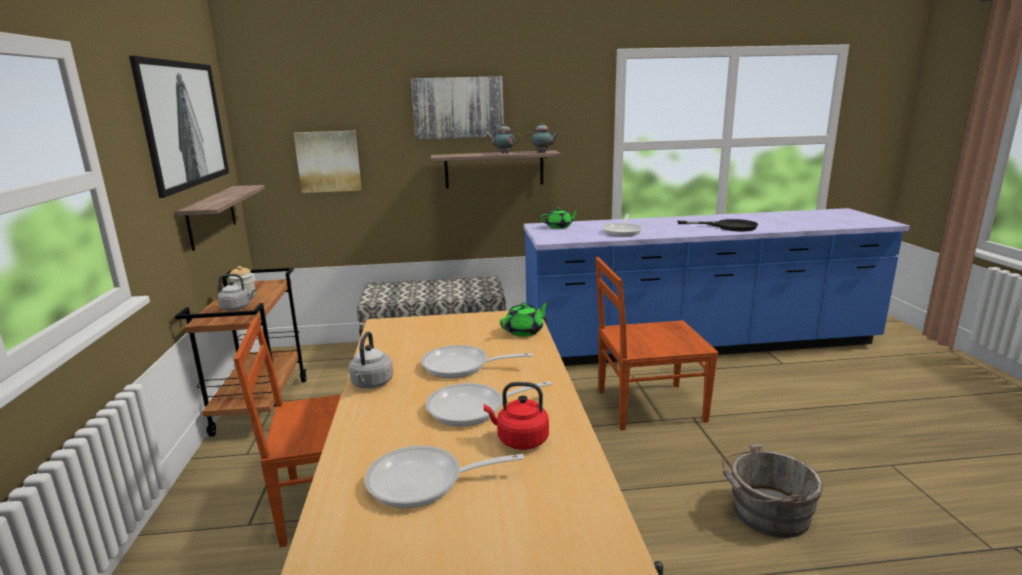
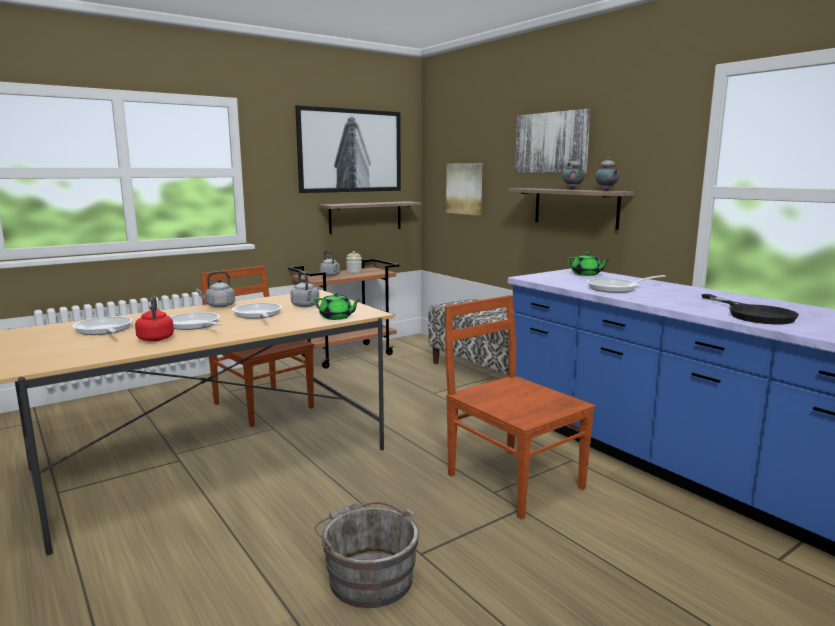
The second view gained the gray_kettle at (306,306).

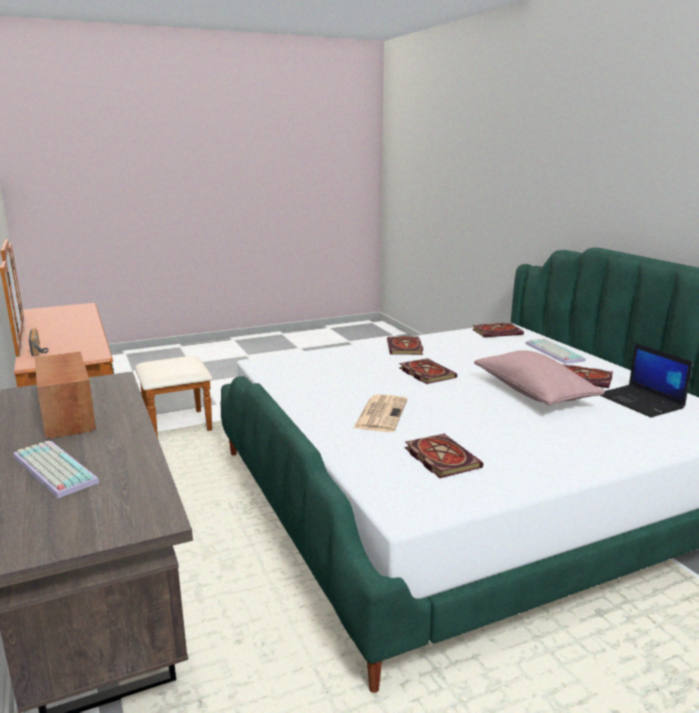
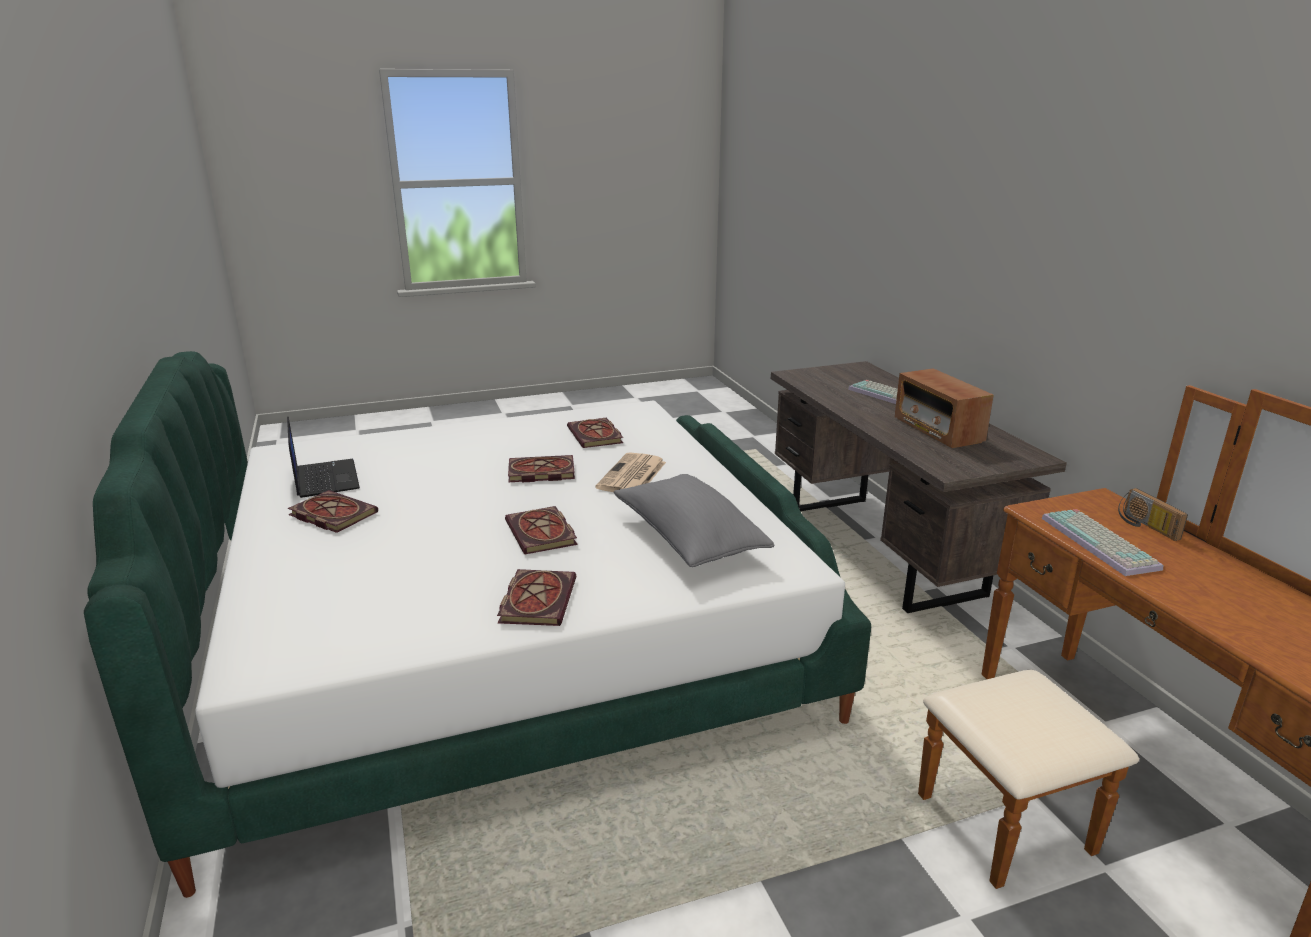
The bound_book ended up elsewhere, having gone from (498,332) to (539,472). The second view lost the pink-coloured_cushion at (533,393). The keyboard ended up elsewhere, having gone from (552,352) to (1101,543). The second view gained the gray_cushion at (688,539).

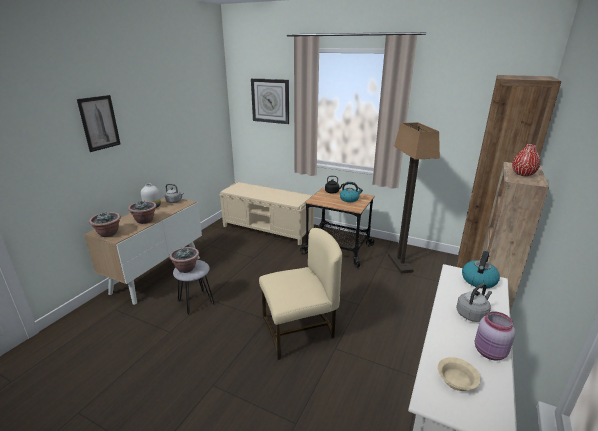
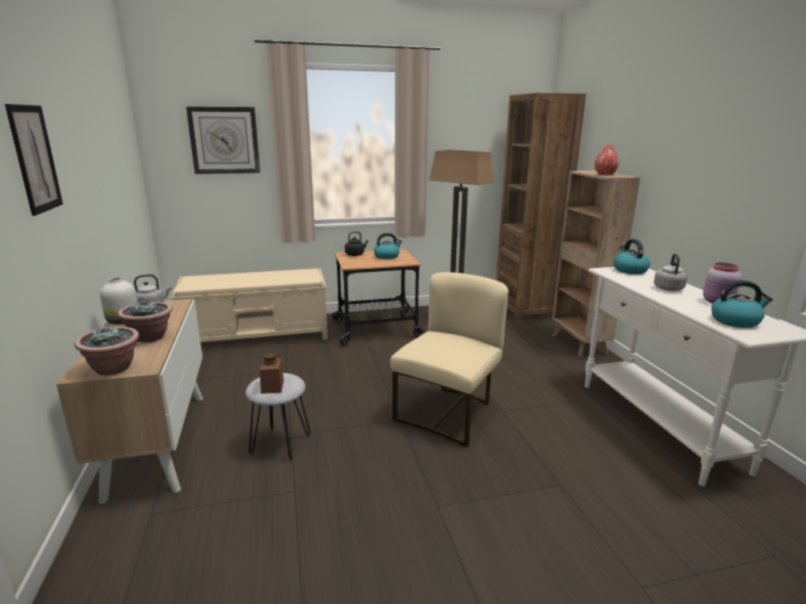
Where the potted_plant stood at (186,268), the brown-coloured_preserve_jar came to stand at (272,386). Where the sand-coloured_bowl stood at (456,380), the kettle came to stand at (735,321).

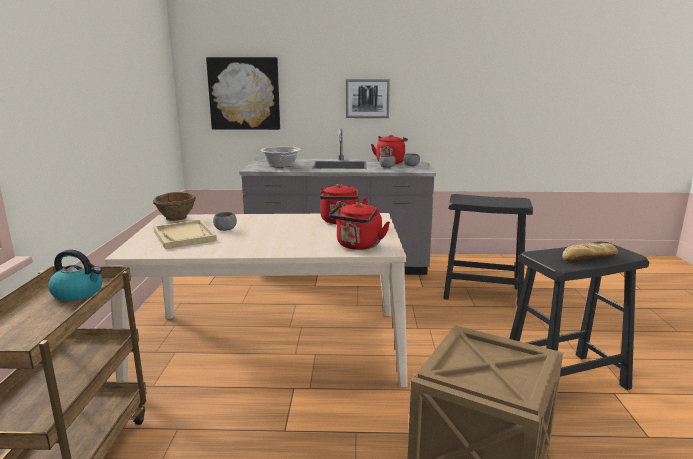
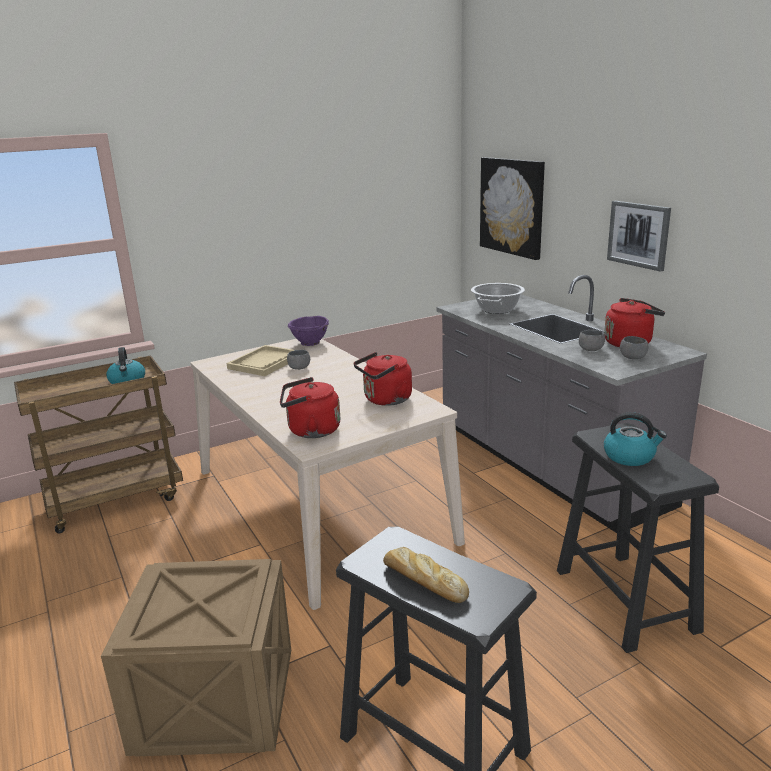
What was the brown-coloured_bowl at (176,218) turned into the purplish_bowl at (310,343). The second view gained the kettle at (630,456).

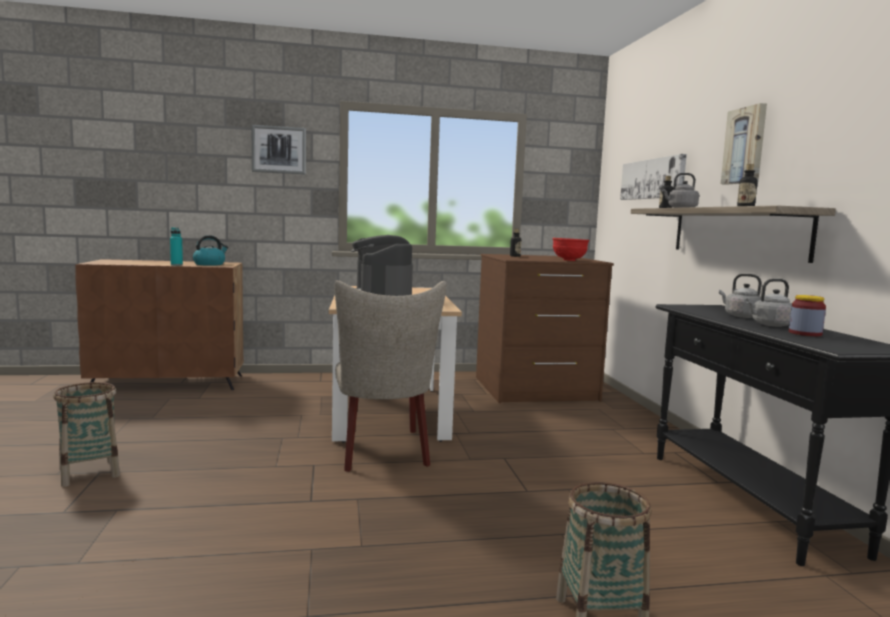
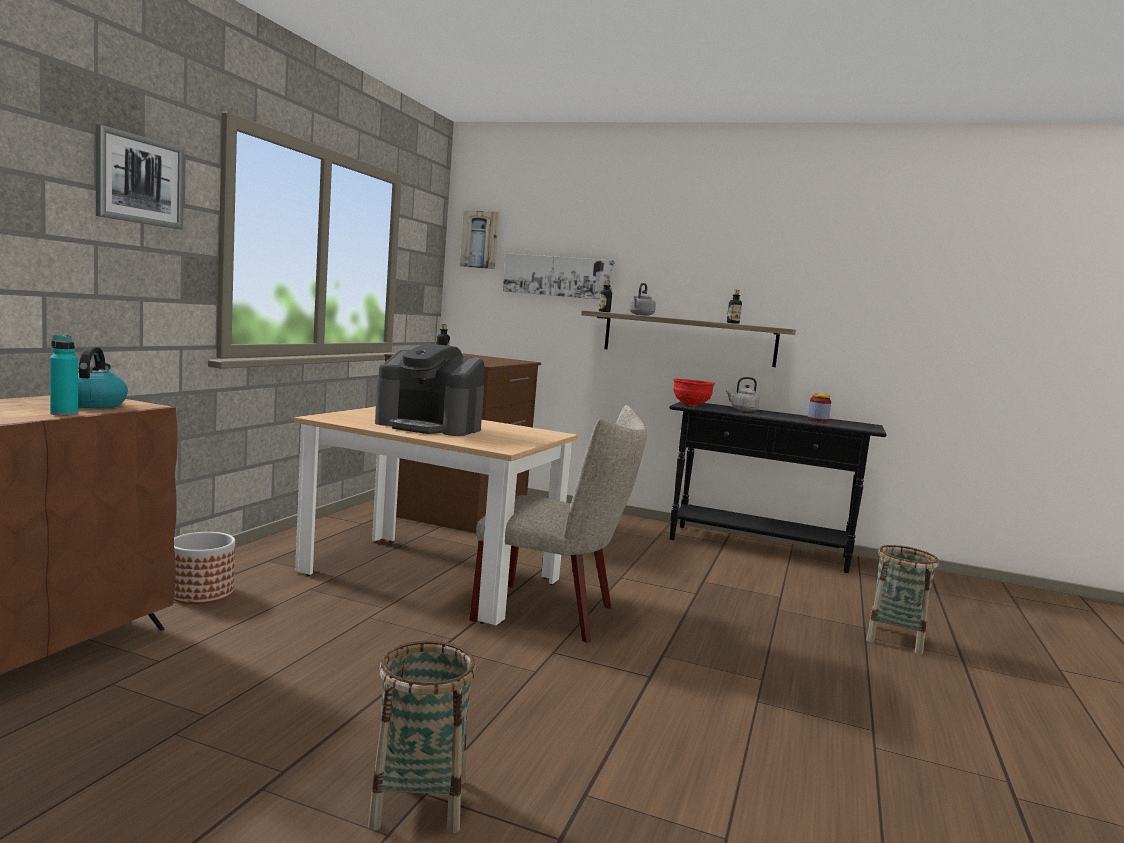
The red_bowl ended up elsewhere, having gone from (569,260) to (691,405). The picture ended up elsewhere, having gone from (745,146) to (480,240). The second view lost the gray_kettle at (770,325). The second view gained the planter at (202,593).

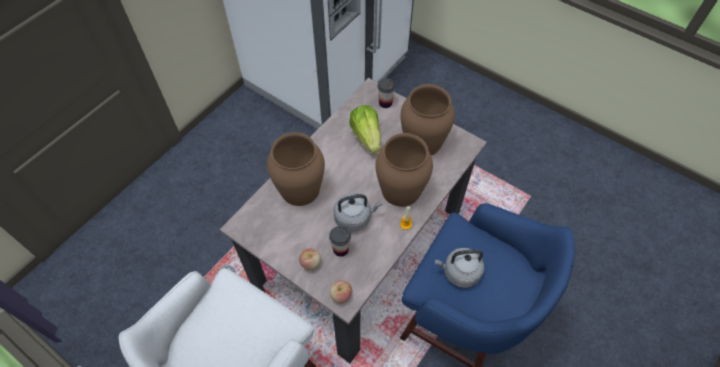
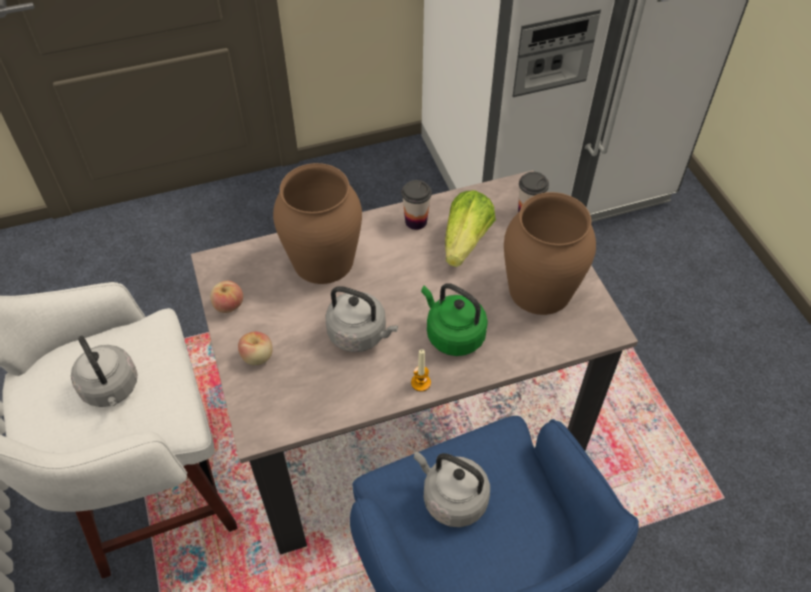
The small_cup ended up elsewhere, having gone from (340,249) to (416,221). The whole_apple ended up elsewhere, having gone from (340,295) to (228,305). Where the brown-coloured_vase stood at (400,190), the greenish_kettle came to stand at (452,334). The second view gained the gray_kettle at (111,389).

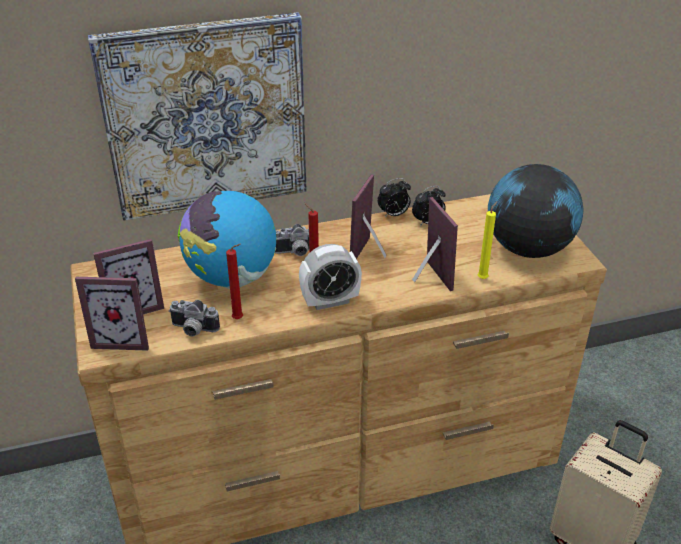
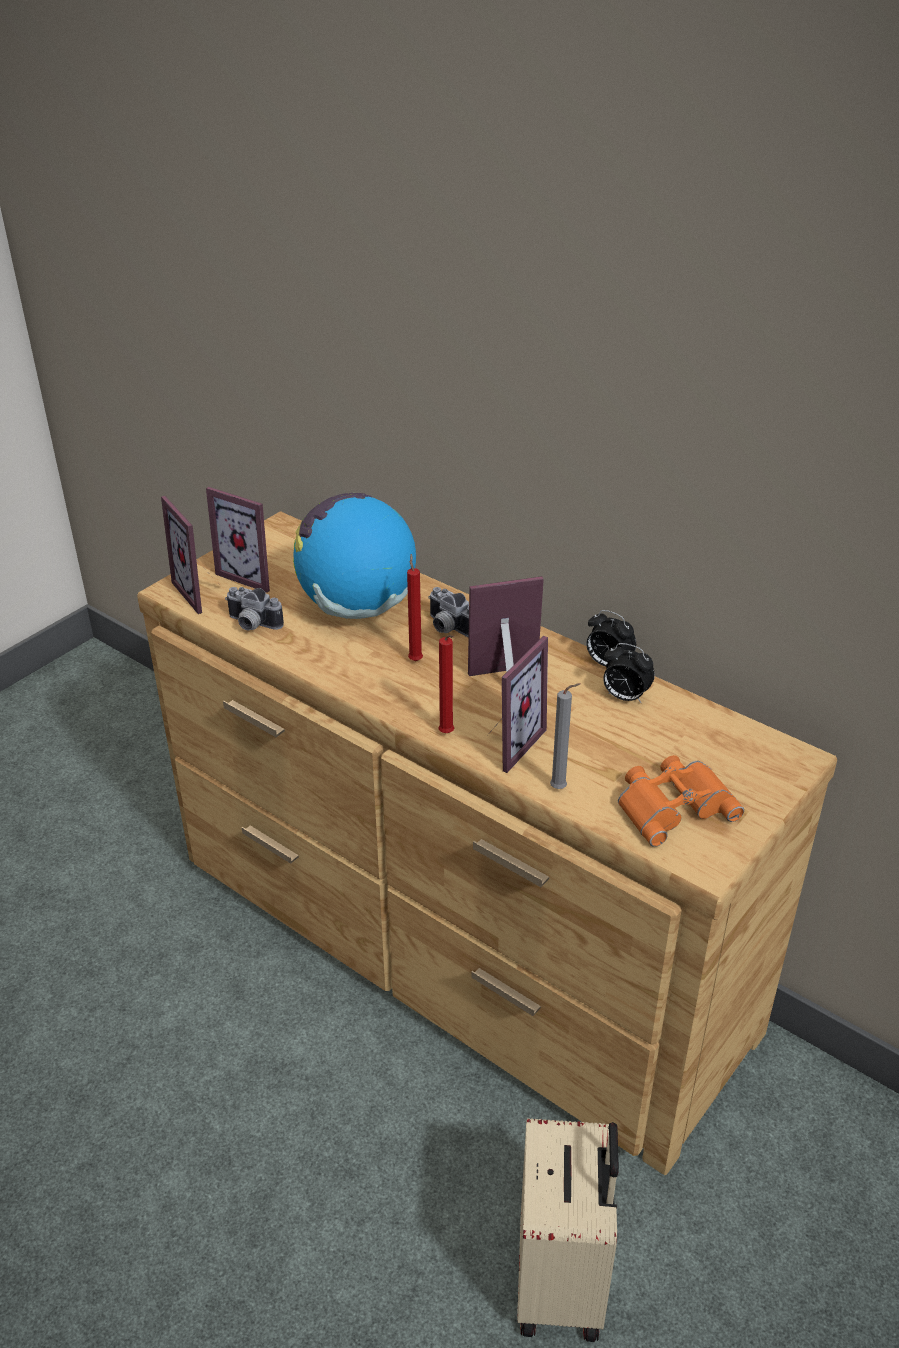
The second view lost the picture at (206,118). The photo_camera at (193,330) ended up facing another way, 45 degrees counterclockwise from before. The red_candle ended up elsewhere, having gone from (239,319) to (447,734). The second view lost the alarm_clock at (330,301). What was the yellow_candle at (483,278) turned into the gray_candle at (561,789). Where the desk_globe stood at (528,248), the orangey_pair_of_binoculars came to stand at (673,804).

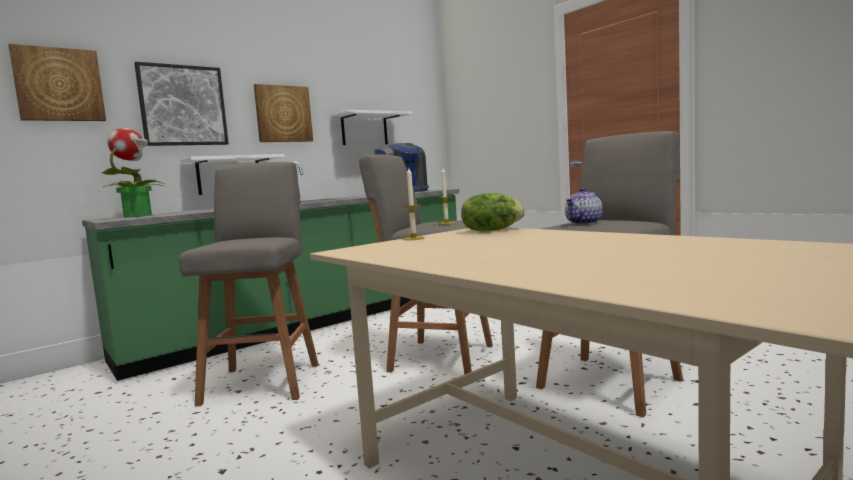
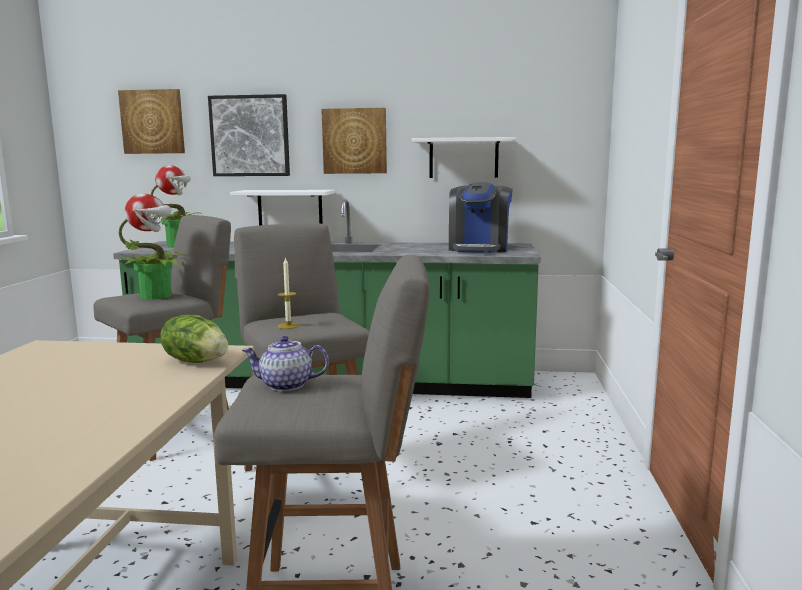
The second view lost the candle at (413,238). The second view gained the potted_plant at (157,296).

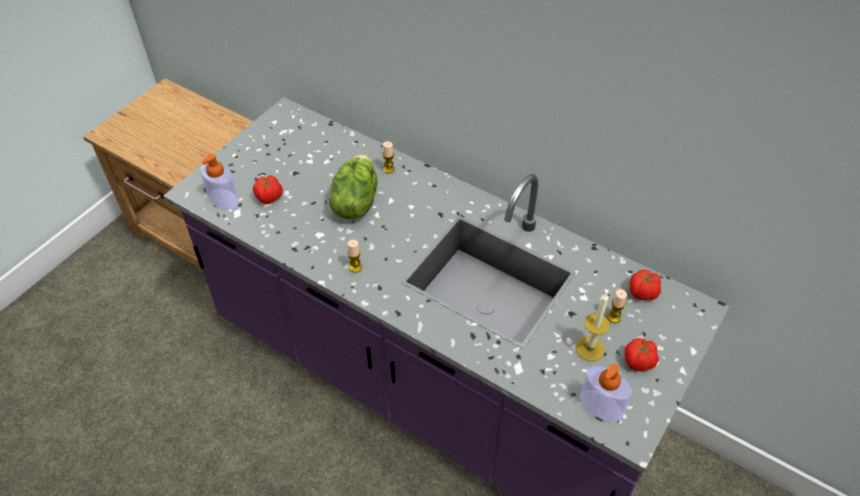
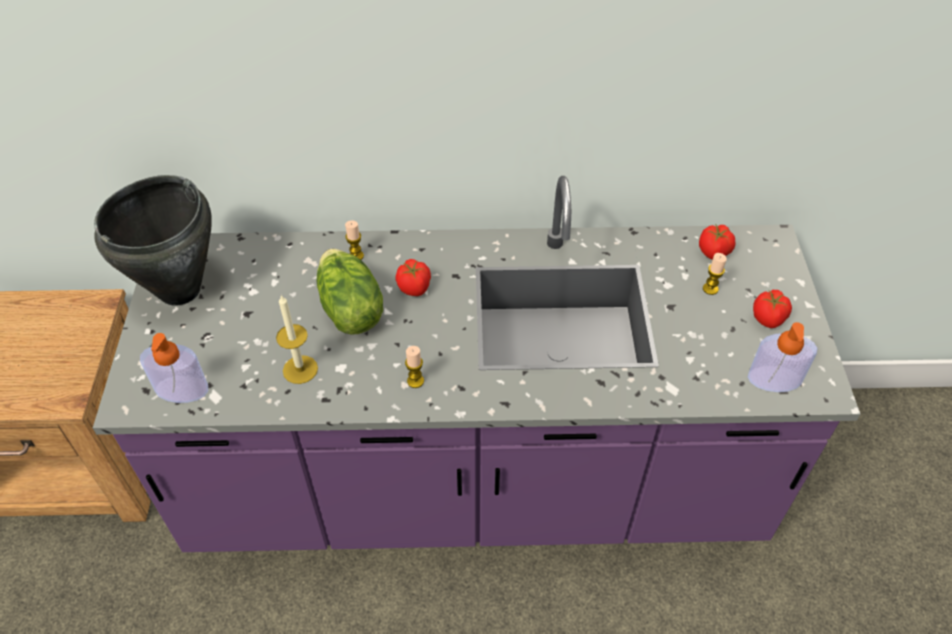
The tomato ended up elsewhere, having gone from (270,197) to (414,287). The candle ended up elsewhere, having gone from (590,348) to (300,369). The second view gained the black_saucepot at (181,290).

